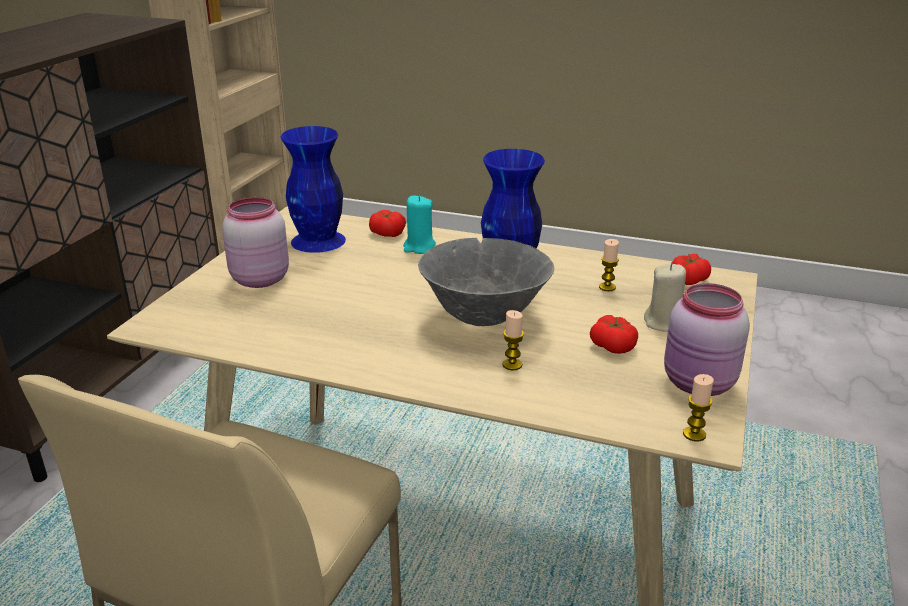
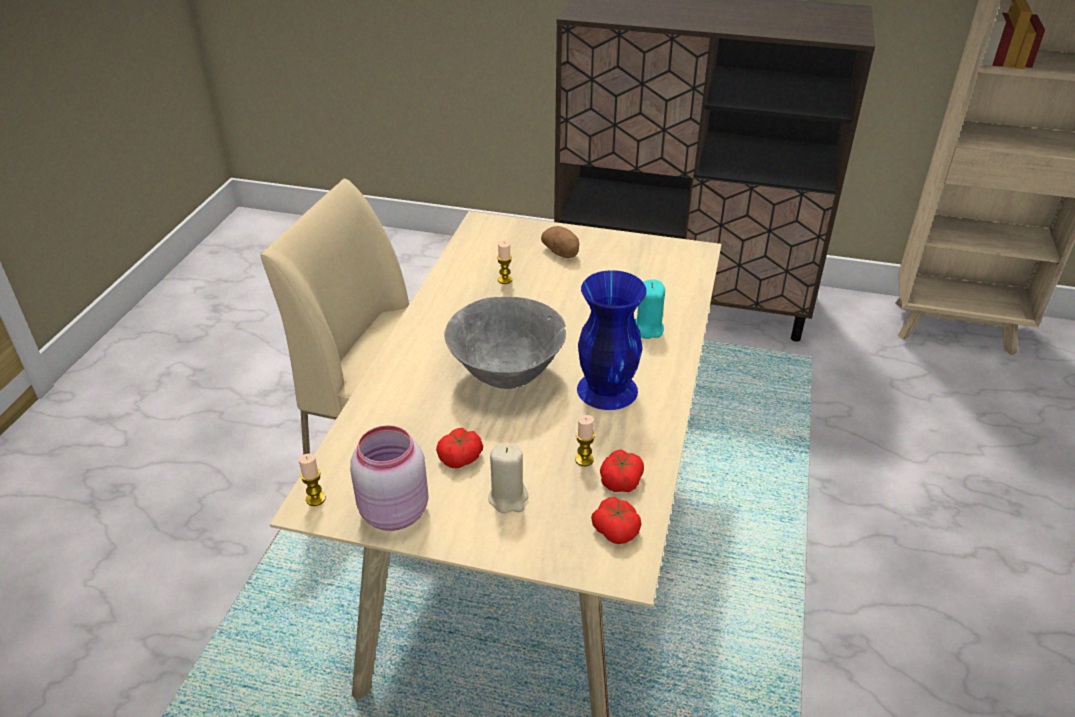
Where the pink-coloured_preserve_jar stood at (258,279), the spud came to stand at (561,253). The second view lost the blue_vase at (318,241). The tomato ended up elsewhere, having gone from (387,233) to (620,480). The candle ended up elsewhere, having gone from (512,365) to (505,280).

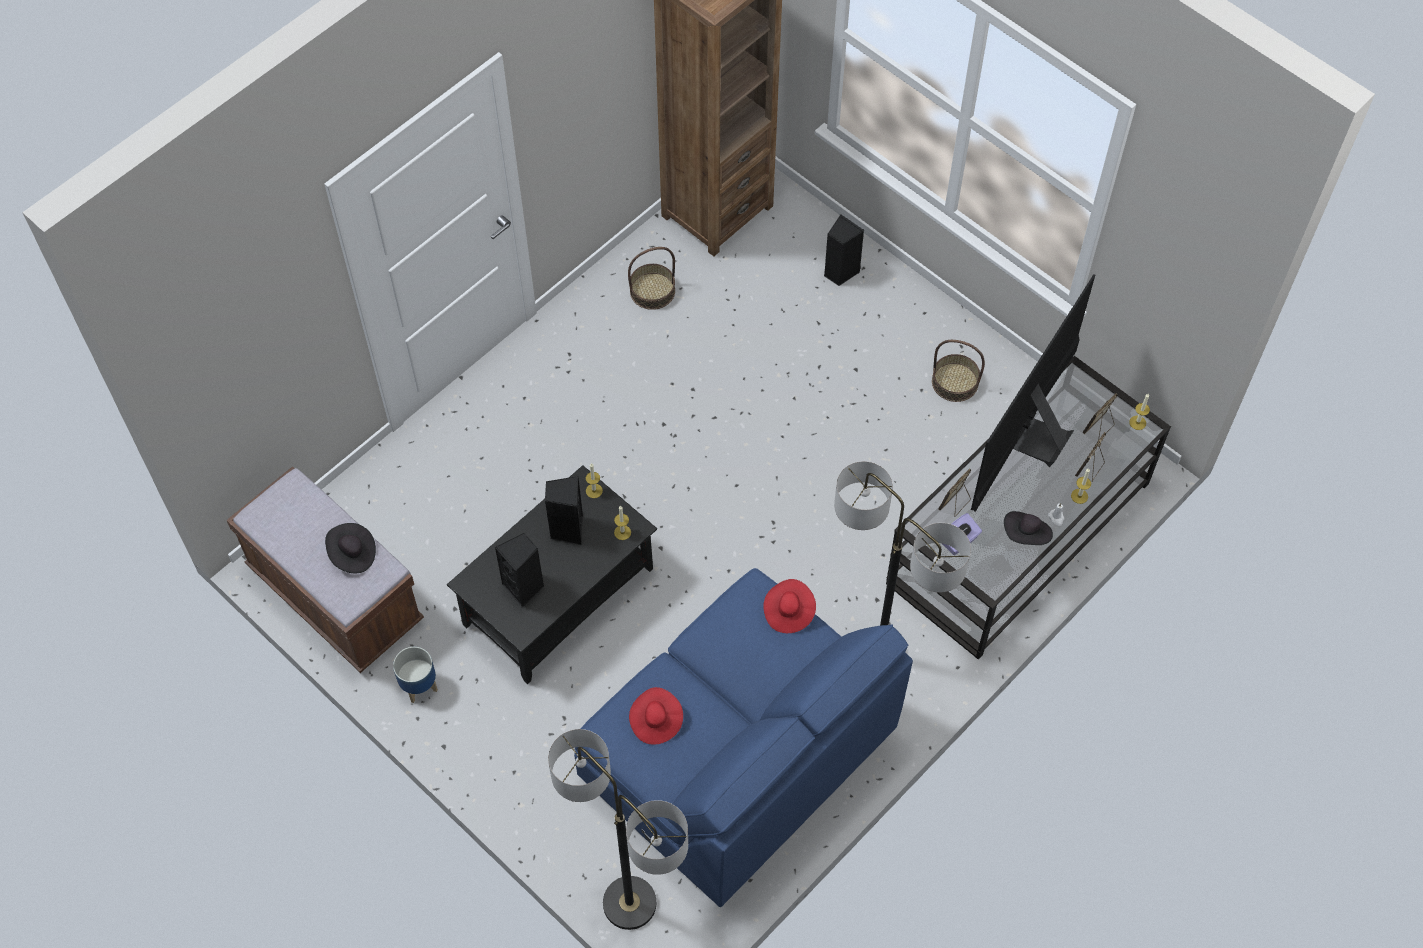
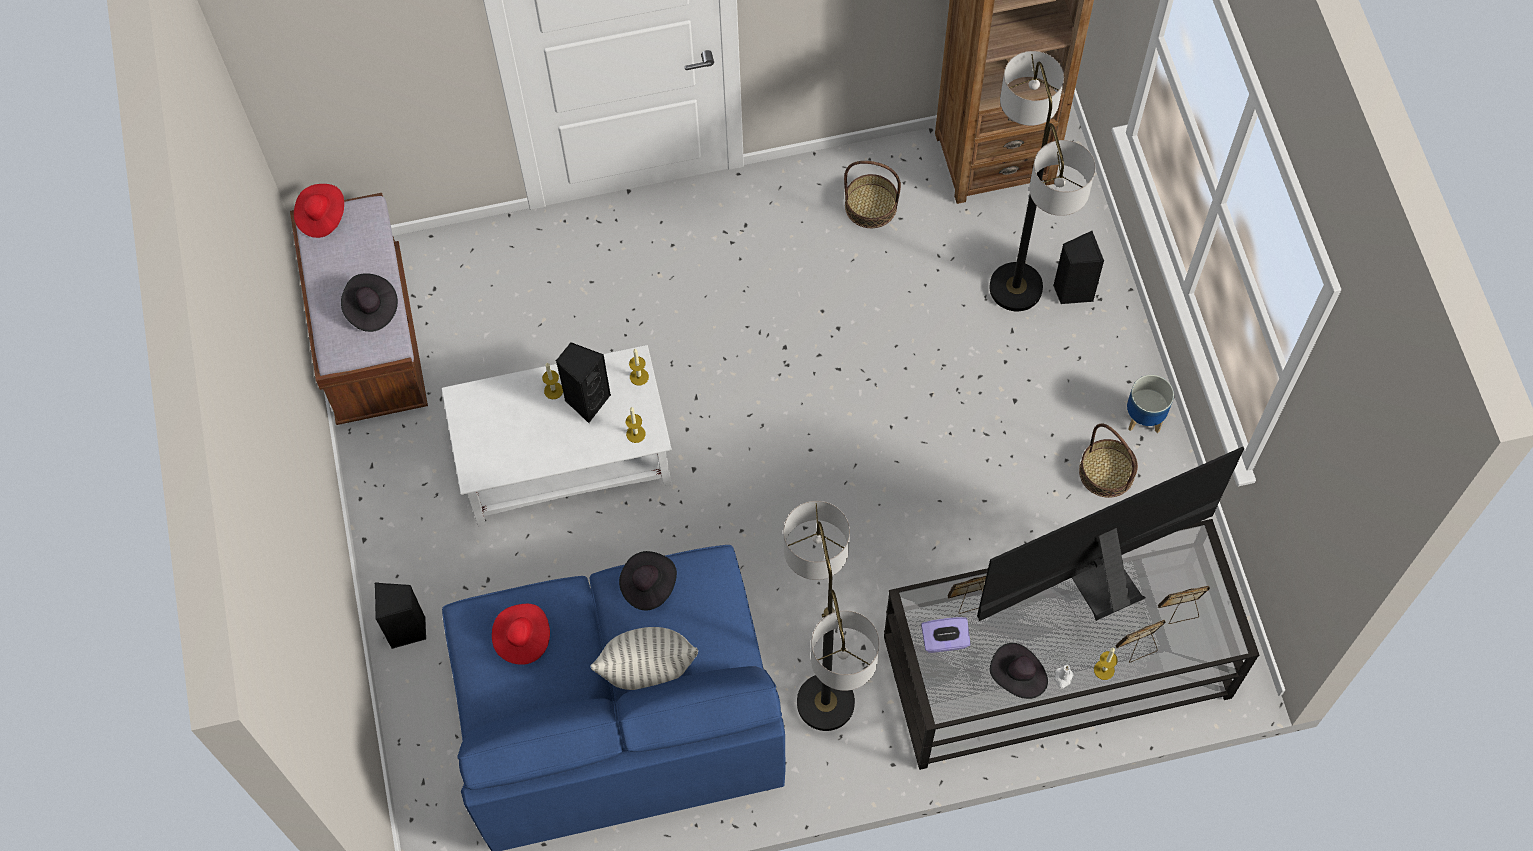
The planter ended up elsewhere, having gone from (419,686) to (1144,418). What was the black_low_table at (558,598) turned into the white_low_table at (564,461). The black_speaker ended up elsewhere, having gone from (524,588) to (408,630). The standing_lamp ended up elsewhere, having gone from (629,904) to (1015,288). The red_hat ended up elsewhere, having gone from (788,612) to (321,217). The candle ended up elsewhere, having gone from (1137,422) to (553,390). The second view gained the cushion at (647,672). The second view gained the black_hat at (648,585).

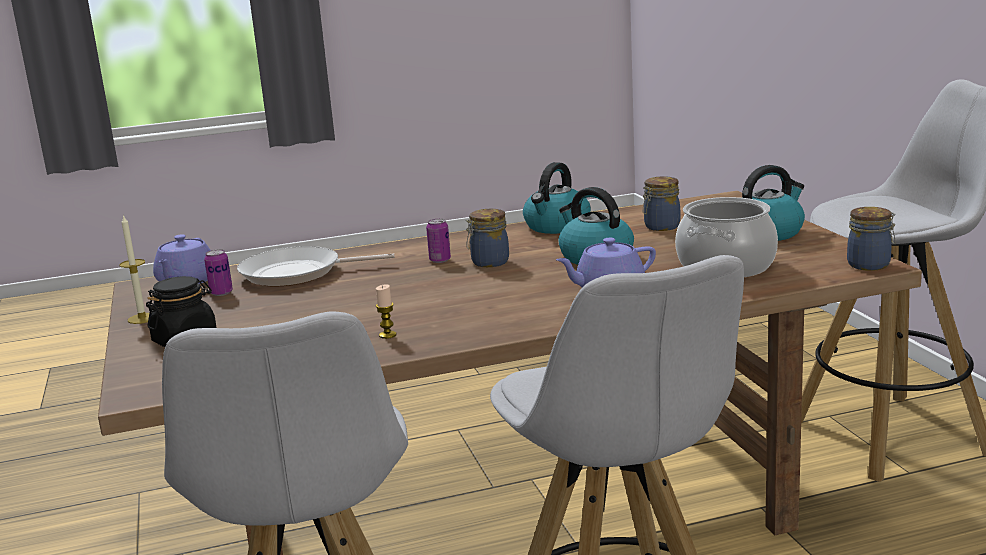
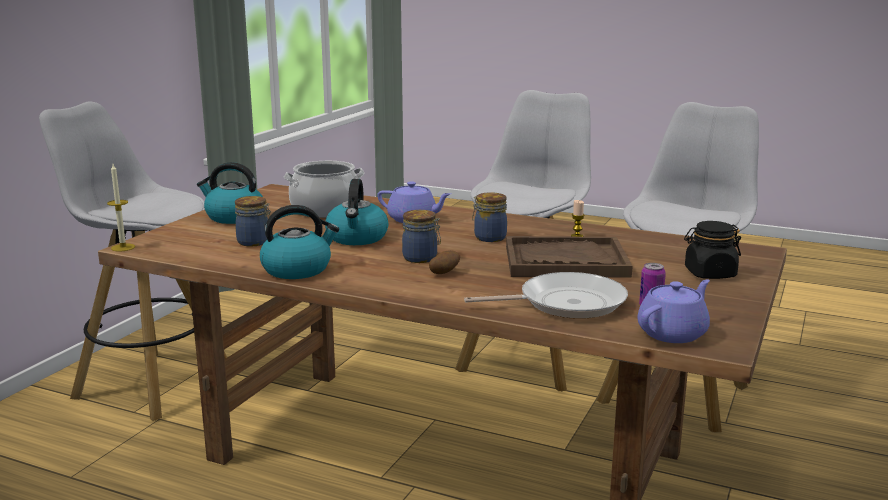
The candle ended up elsewhere, having gone from (142,318) to (123,247). The pan at (297,273) ended up facing another way, 45 degrees counterclockwise from before. Where the metal_can stood at (440,260), the spud came to stand at (444,273). The preserve_jar ended up elsewhere, having gone from (870,265) to (489,237). The second view gained the brown-coloured_serving_tray at (565,261).

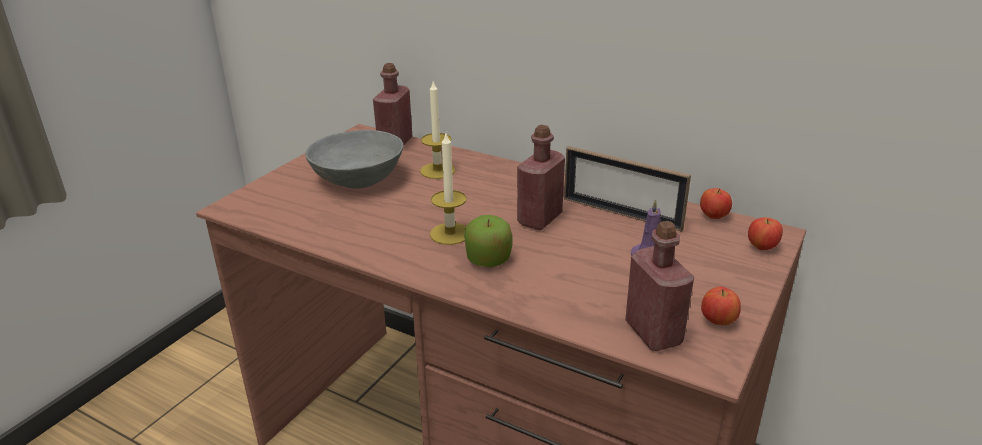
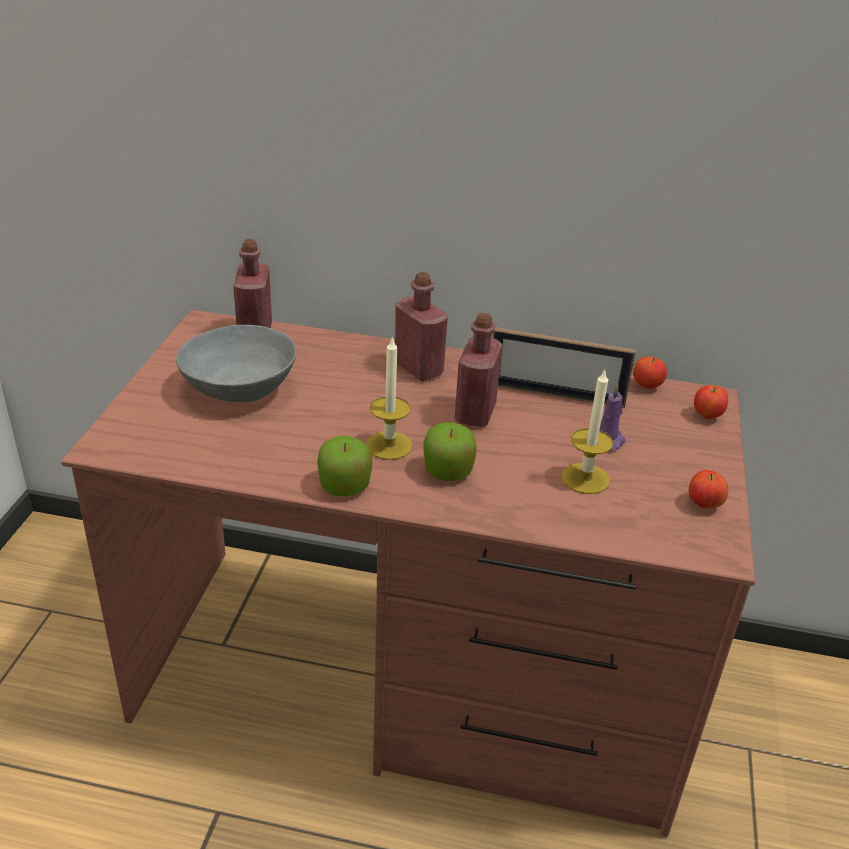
The candle ended up elsewhere, having gone from (437,170) to (585,478). The red_bottle ended up elsewhere, having gone from (653,333) to (418,369). The second view gained the whole_apple at (344,485).

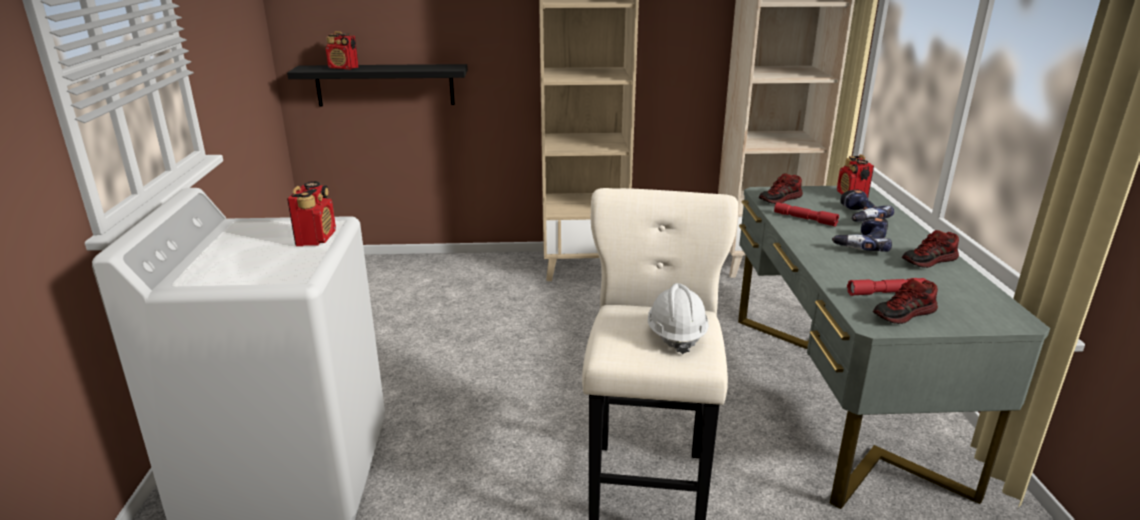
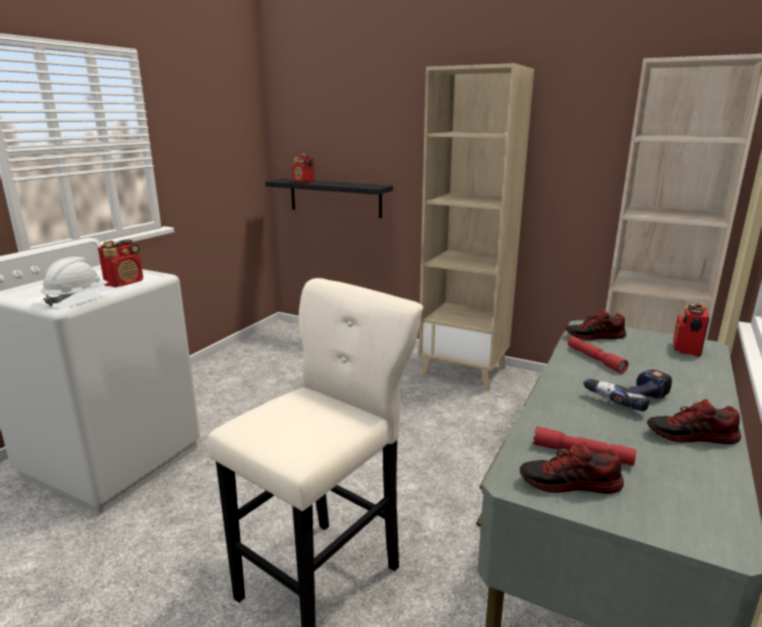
The white_work_helmet ended up elsewhere, having gone from (676,335) to (77,298). The second view lost the power_drill at (857,216).

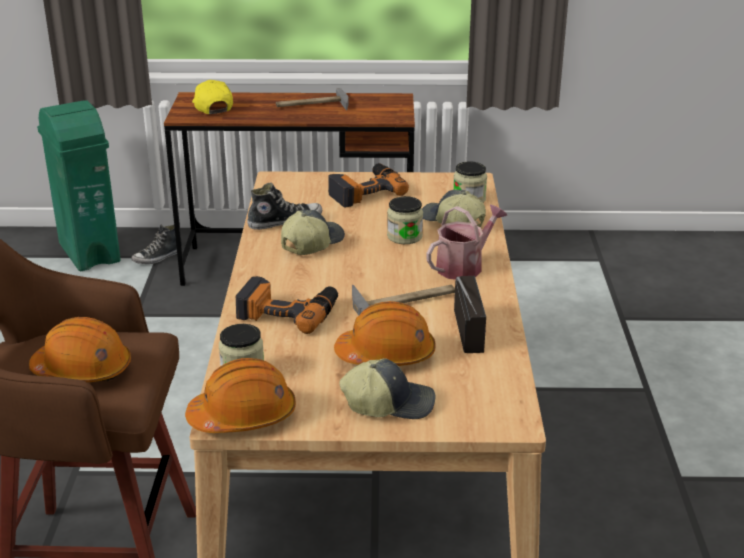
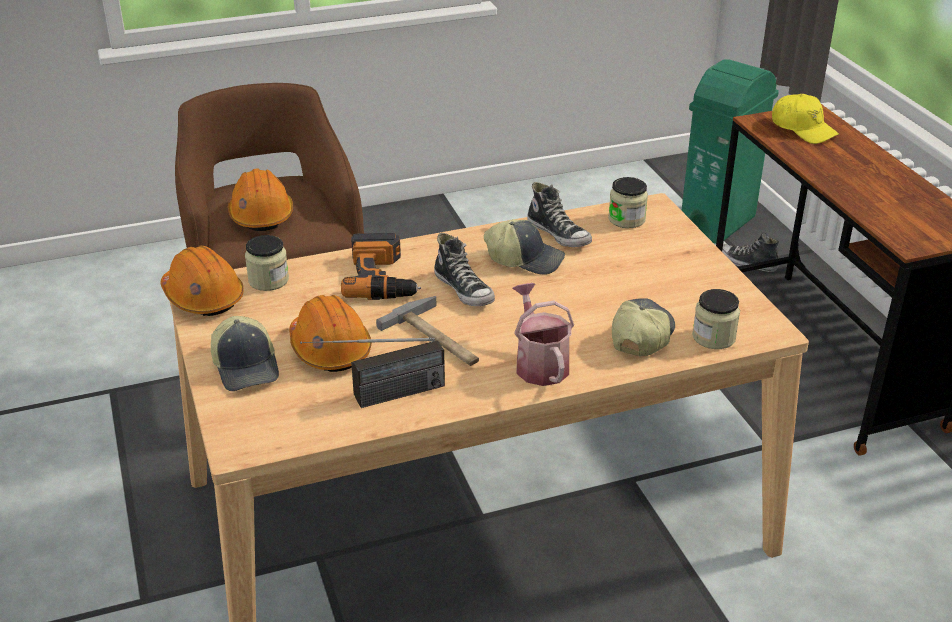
The yellow_cap at (212,106) ended up facing another way, 90 degrees clockwise from before. The second view lost the hammer at (312,105). The second view lost the power_drill at (364,191). The preserve_jar ended up elsewhere, having gone from (404,236) to (626,219). The watering_pot at (464,266) ended up facing another way, 135 degrees counterclockwise from before. The second view gained the low_shoe at (464,290).

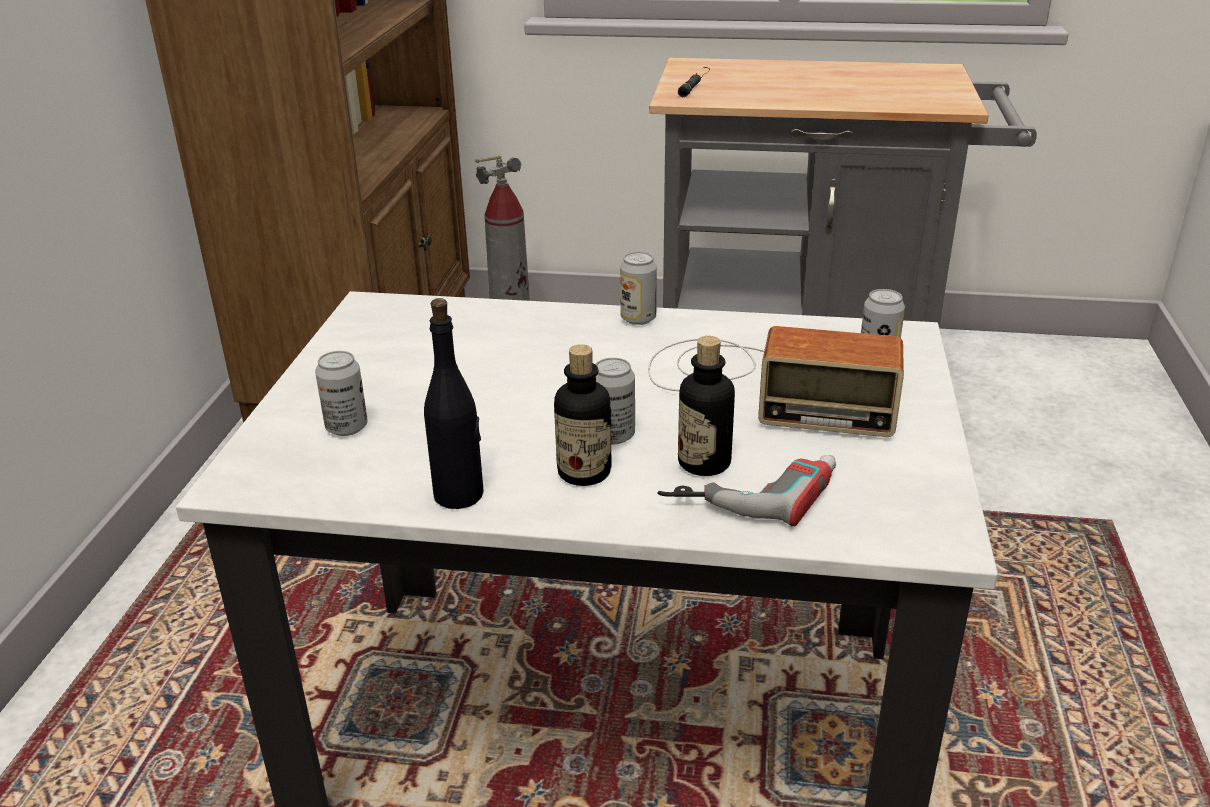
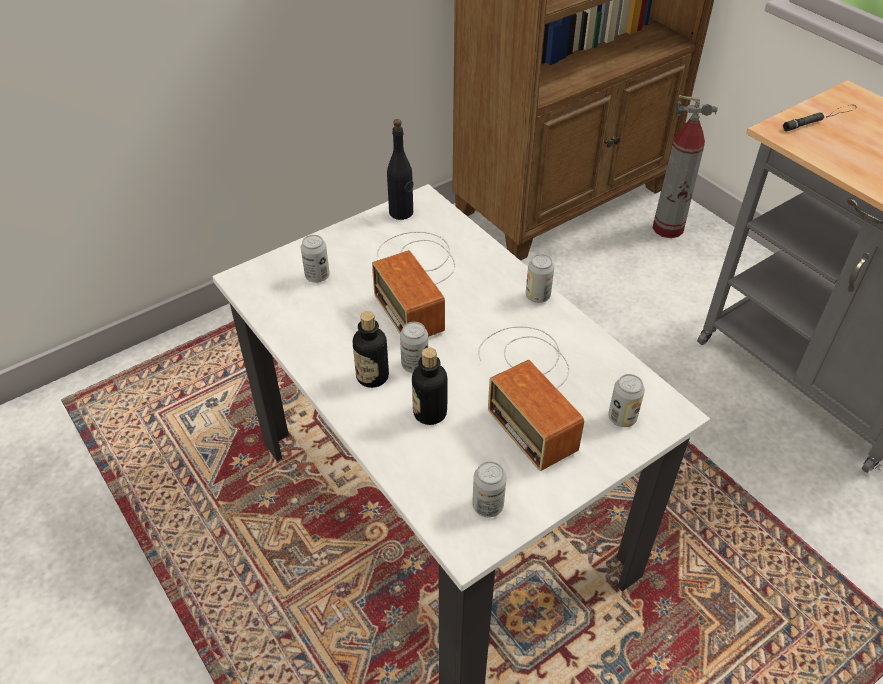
The black_bottle ended up elsewhere, having gone from (459,495) to (401,212). The second view lost the power_drill at (751,488). The second view gained the radio_receiver at (417,280). The second view gained the metal_can at (488,506).

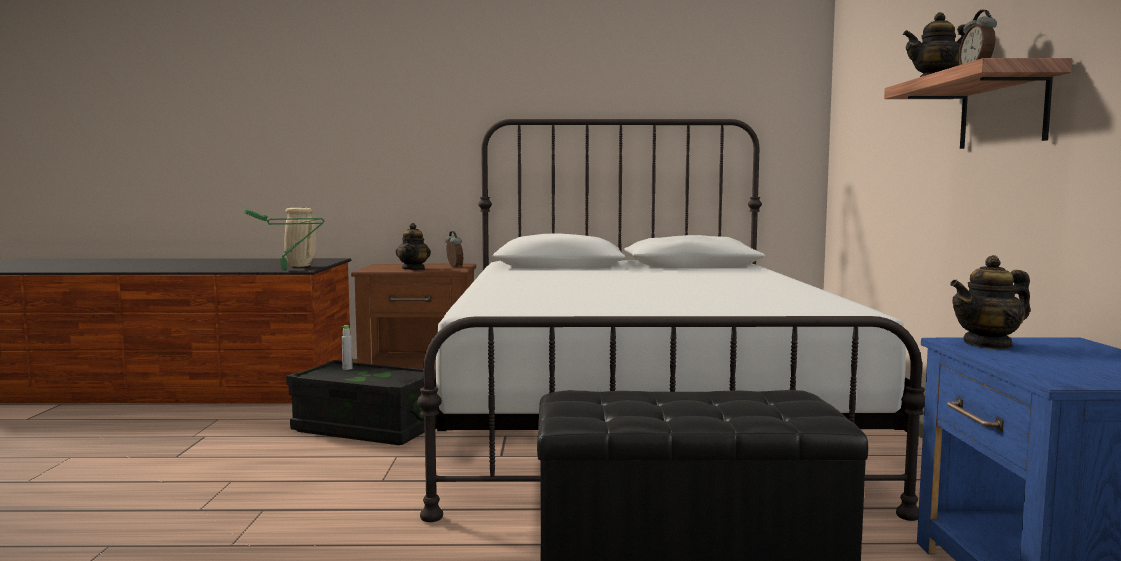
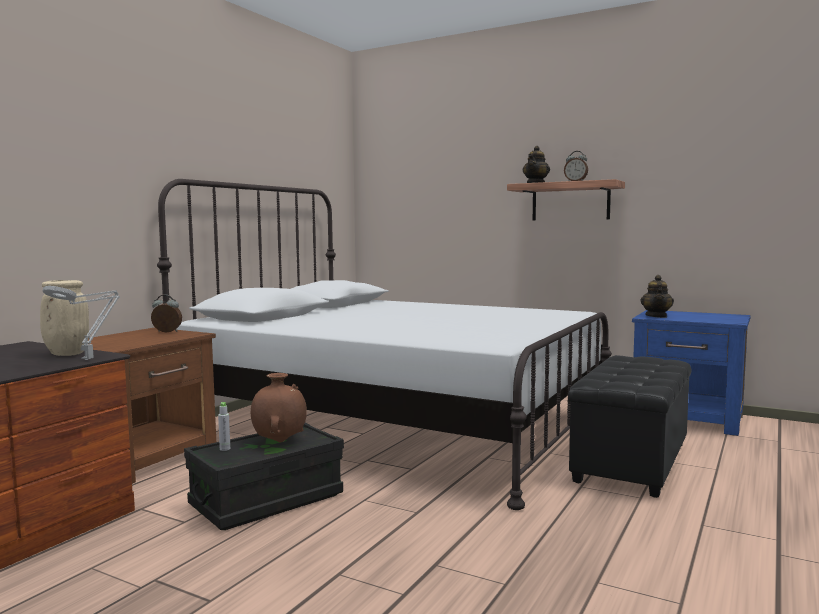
What was the greenish_lamp_for_a_table at (286,269) turned into the gray_lamp_for_a_table at (89,359). The second view lost the tea_pot at (414,269). The second view gained the brown-coloured_vase at (279,442).

